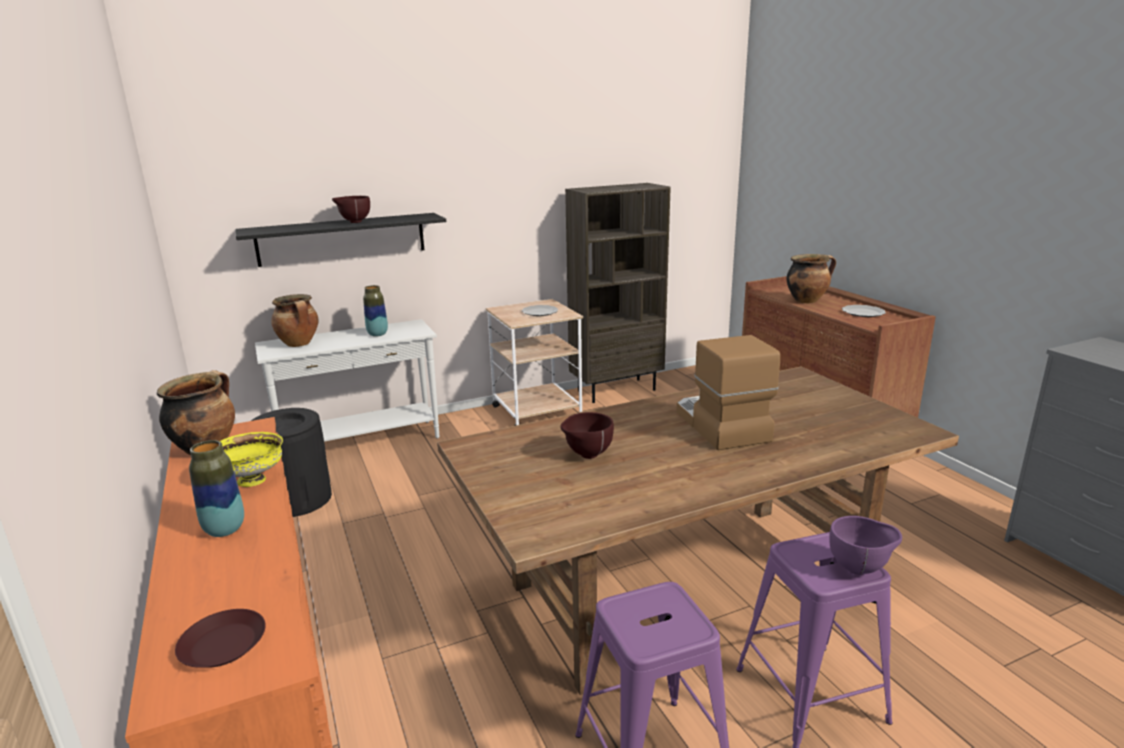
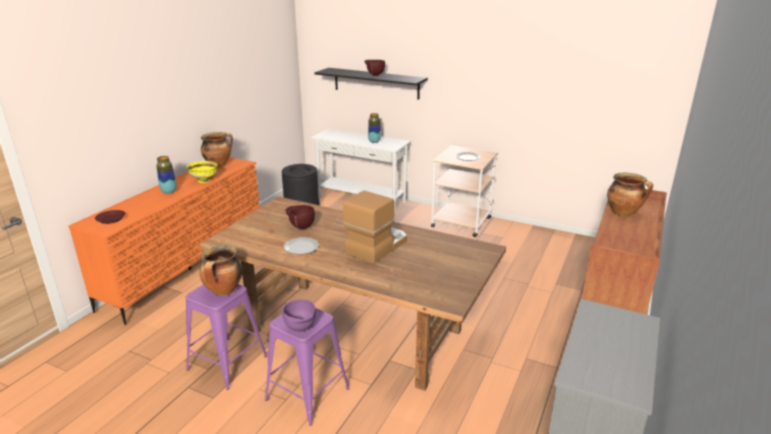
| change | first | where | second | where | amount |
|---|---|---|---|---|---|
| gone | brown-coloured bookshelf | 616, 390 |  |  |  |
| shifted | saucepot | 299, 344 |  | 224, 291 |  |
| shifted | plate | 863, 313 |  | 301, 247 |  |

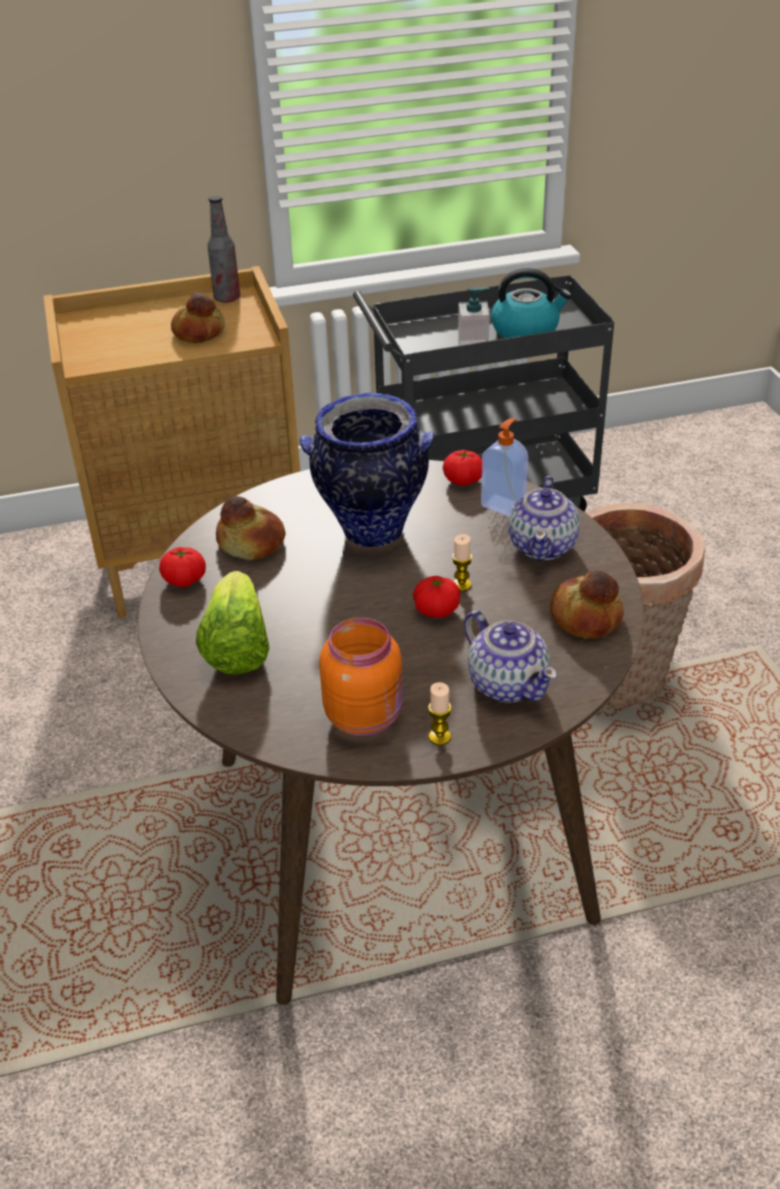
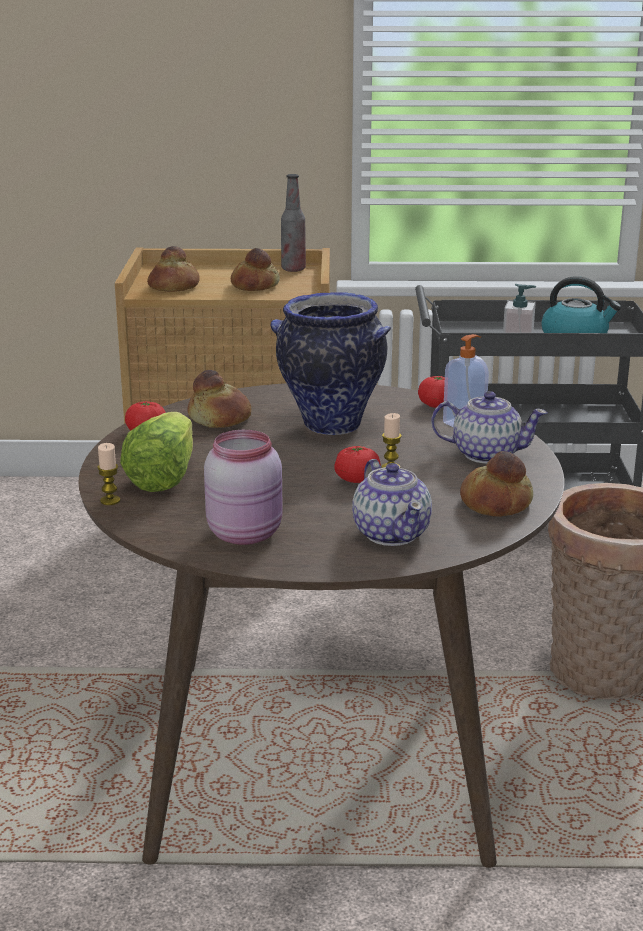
| change | first | where | second | where | amount |
|---|---|---|---|---|---|
| new |  |  | baked bread | 174, 287 |  |
| shifted | wax light | 439, 737 |  | 110, 501 |  |
| repainted | orange-coloured storage jar | 365, 715 | pinkish storage jar | 247, 533 |  |
| rotated | tea pot | 543, 546 |  | 485, 454 | 105 degrees counterclockwise |

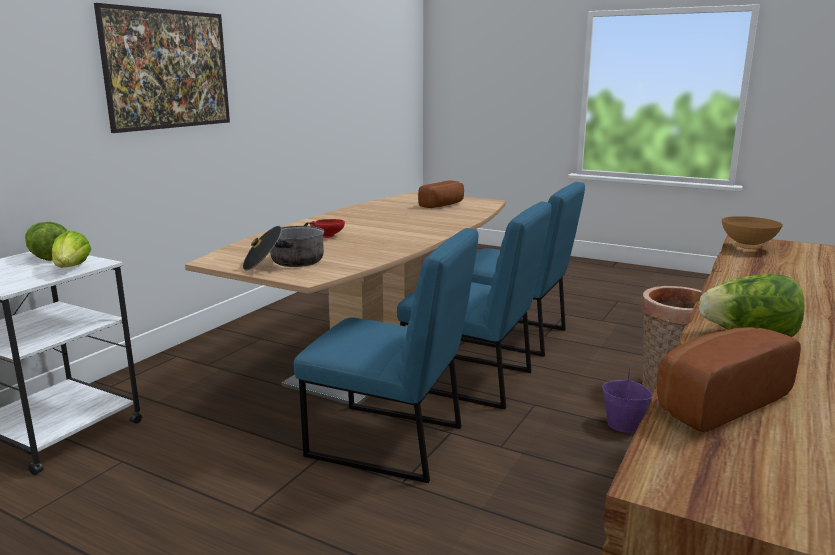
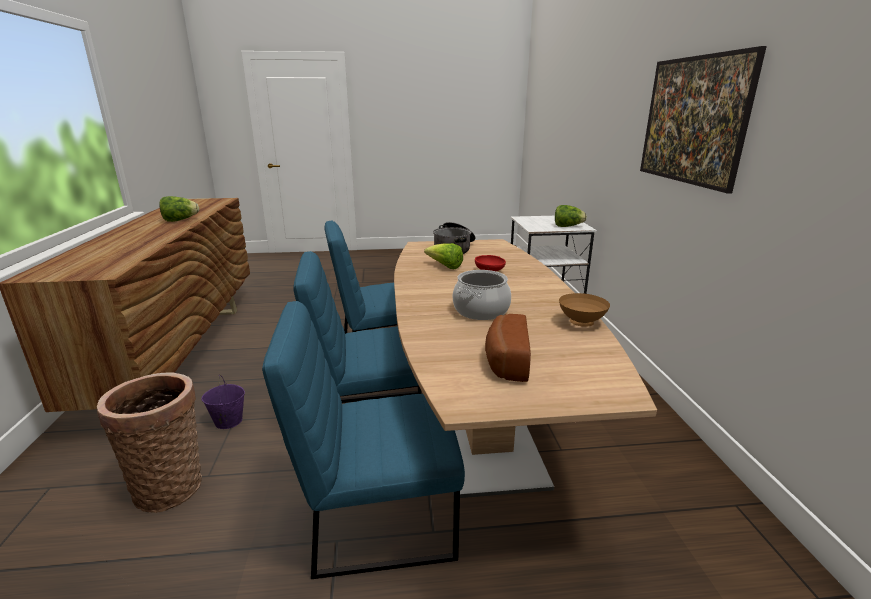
| change | first | where | second | where | amount |
|---|---|---|---|---|---|
| gone | baked bread | 714, 401 |  |  |  |
| new |  |  | saucepot | 481, 311 |  |
| shifted | lettuce | 72, 269 |  | 445, 267 |  |
| shifted | brown-coloured serving bowl | 747, 247 |  | 582, 324 |  |

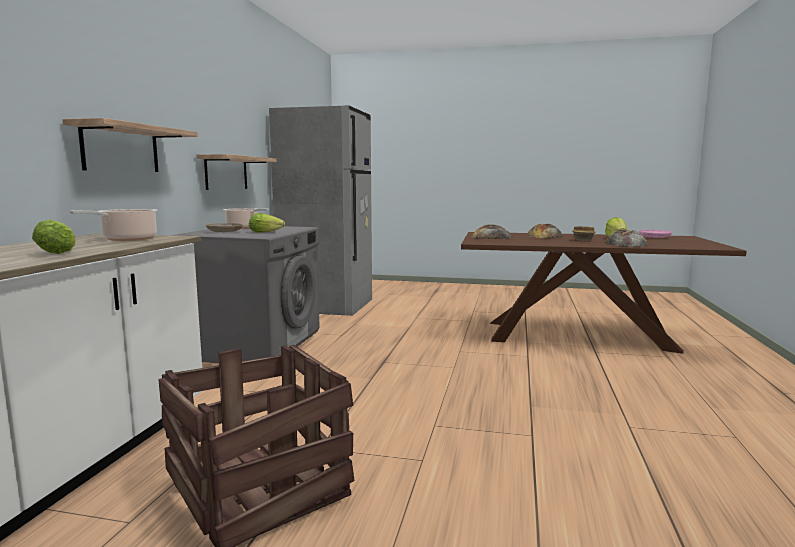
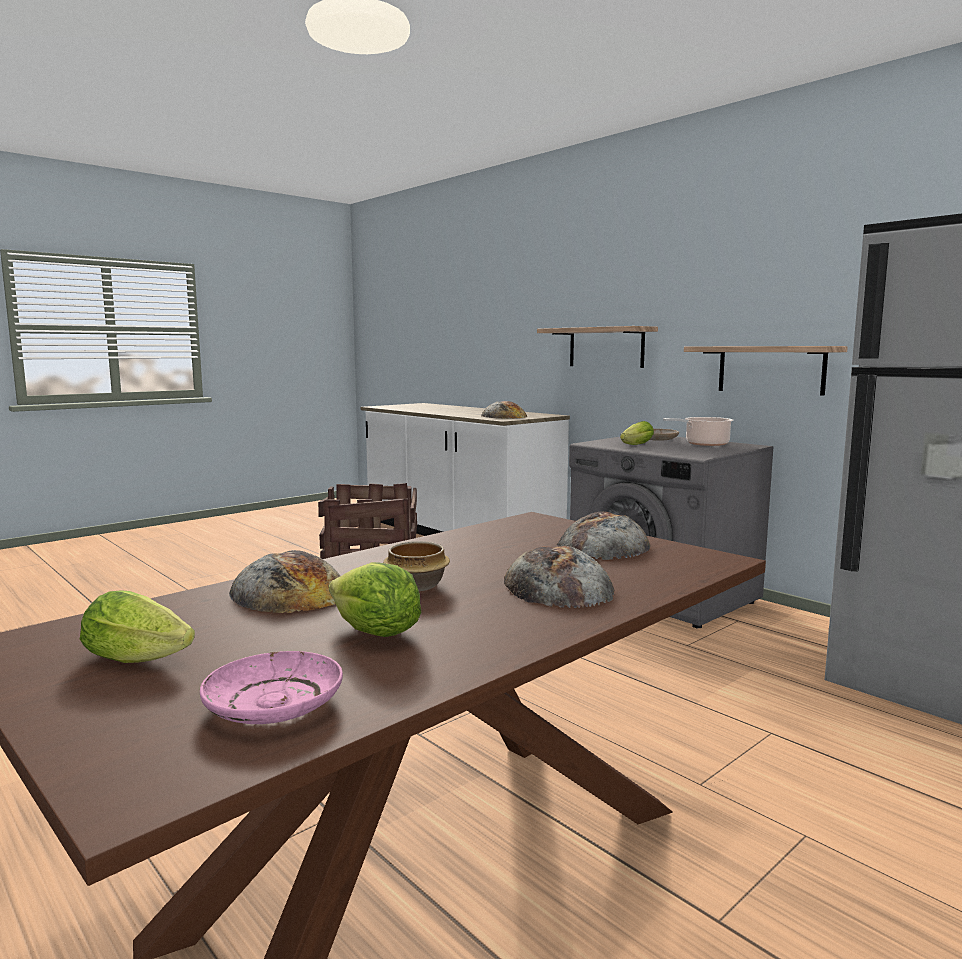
| change | first | where | second | where | amount |
|---|---|---|---|---|---|
| shifted | lettuce | 60, 252 |  | 142, 658 |  |
| swapped | saucepot | 127, 239 | baked bread | 503, 416 |  |

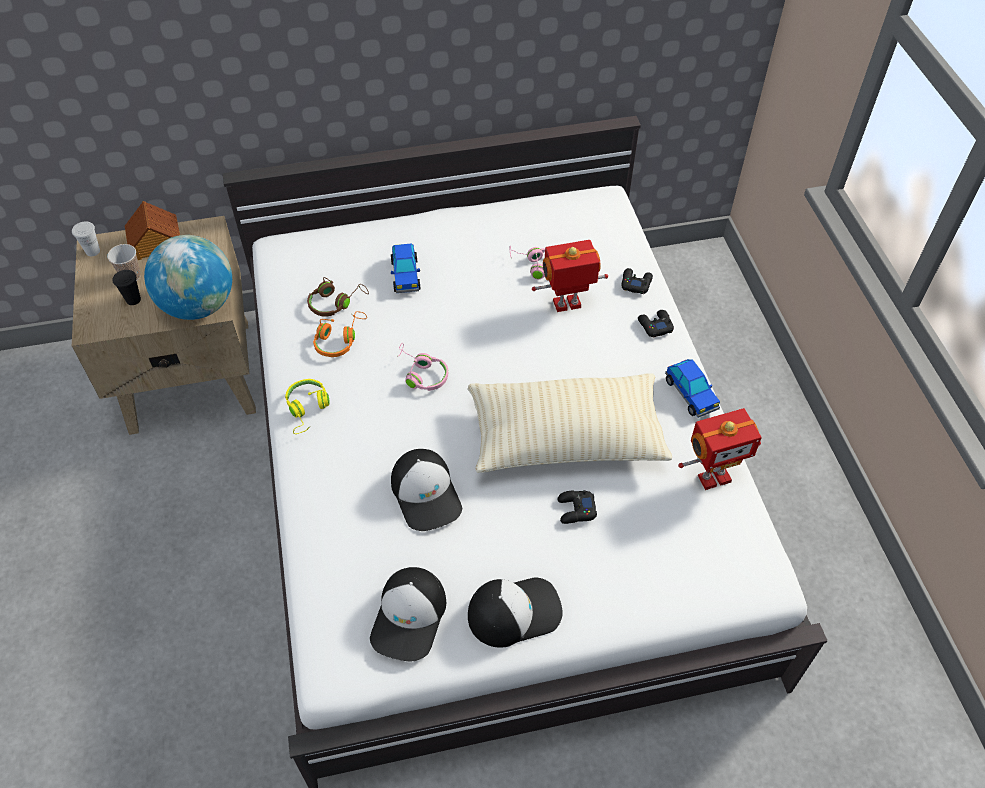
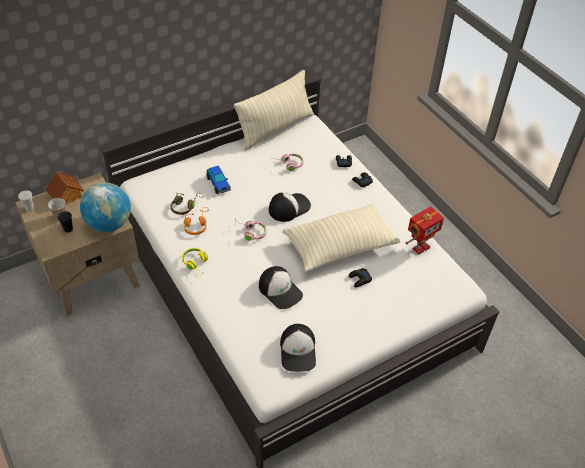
| change | first | where | second | where | amount |
|---|---|---|---|---|---|
| gone | robot figure | 567, 305 |  |  |  |
| gone | toy car | 690, 394 |  |  |  |
| new |  |  | beige cushion | 275, 128 |  |
| shifted | peaked cap | 514, 611 |  | 289, 207 |  |

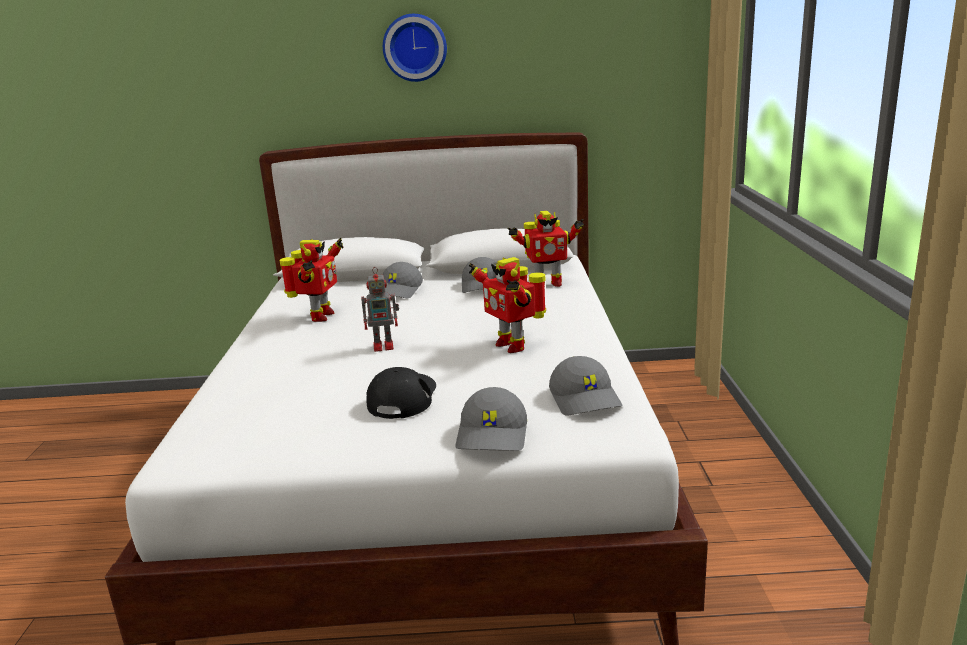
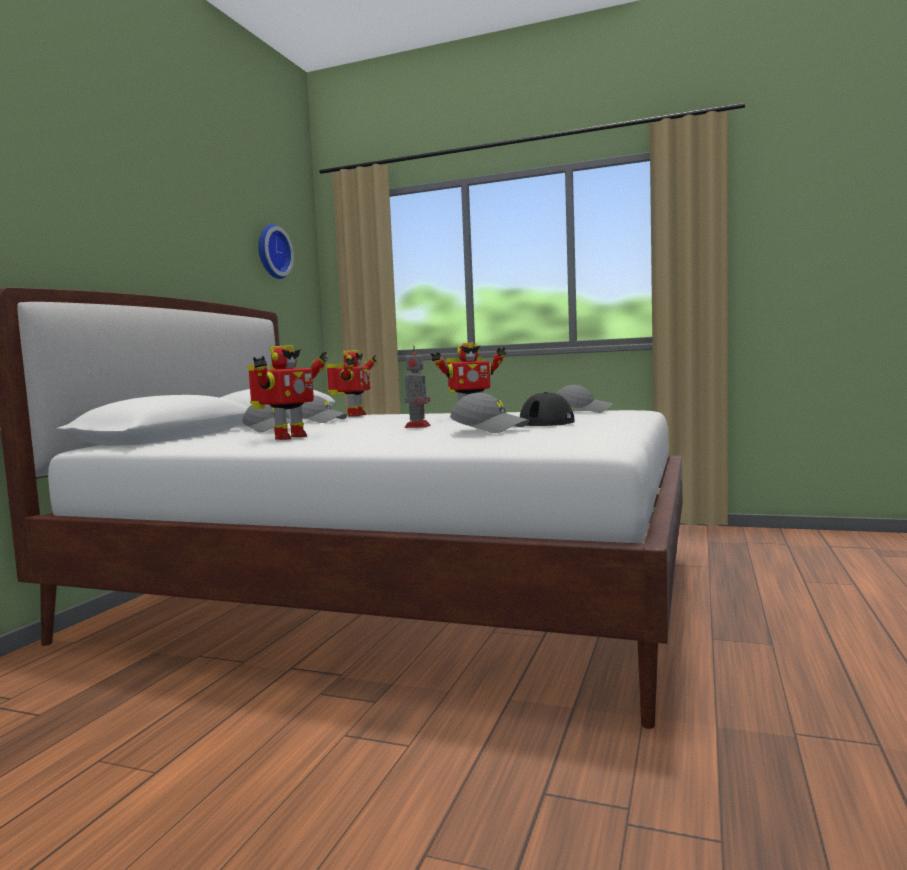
| change | first | where | second | where | amount |
|---|---|---|---|---|---|
| shifted | hanging clock | 415, 47 |  | 271, 252 |  |
| shifted | grey peaked cap | 493, 435 |  | 490, 429 |  |
| rotated | robot figure | 319, 317 |  | 287, 437 | 90 degrees clockwise |

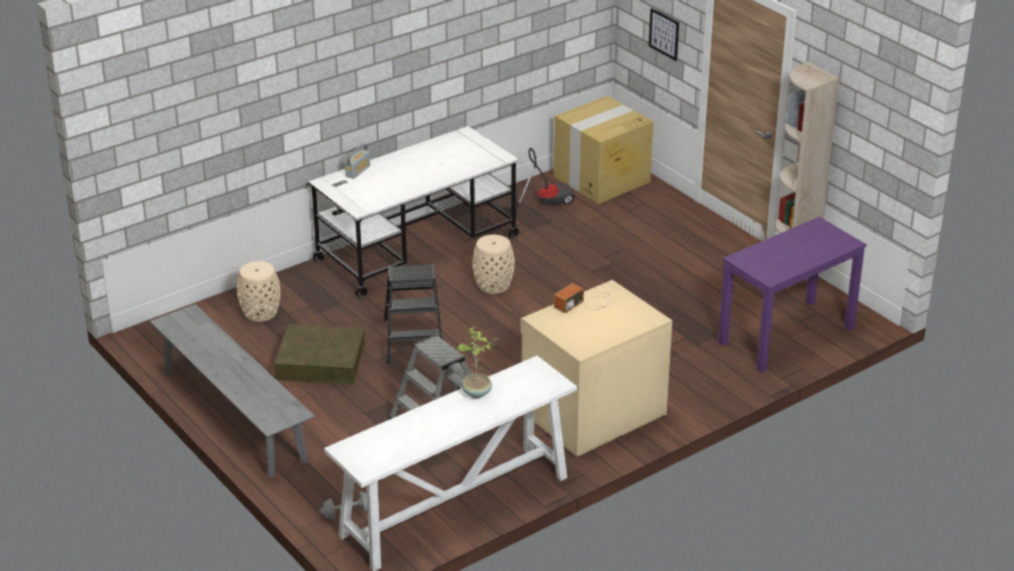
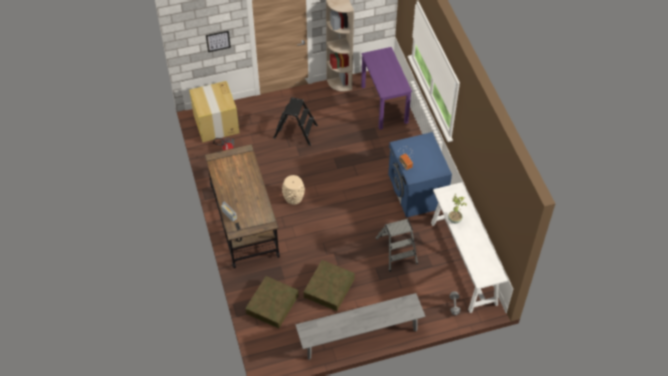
| change | first | where | second | where | amount |
|---|---|---|---|---|---|
| shifted | blackish stepladder | 414, 338 |  | 295, 131 |  |
| swapped | beige stool | 260, 313 | brown-coloured storage box | 272, 304 |  |
| repainted | white-coloured desk unit | 416, 249 | brown-coloured desk unit | 244, 220 |  |
| repainted | beige laundry machine | 591, 415 | bluish laundry machine | 416, 193 |  |

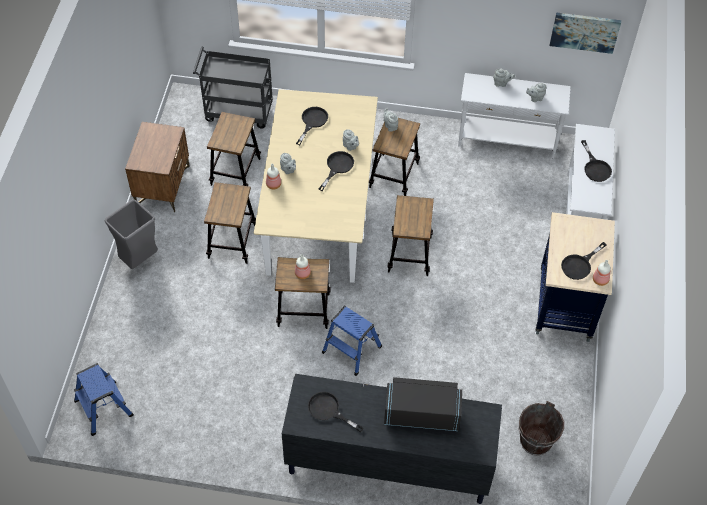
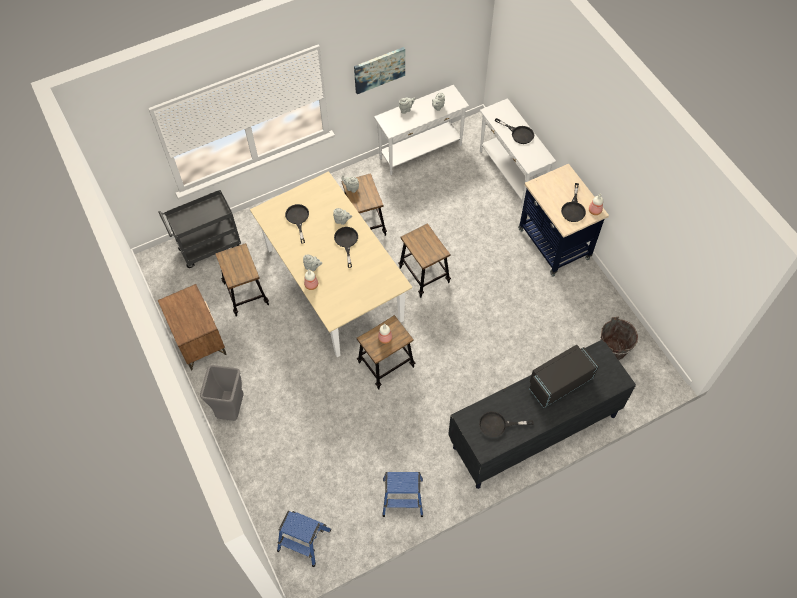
| change | first | where | second | where | amount |
|---|---|---|---|---|---|
| gone | stool | 232, 242 |  |  |  |
| shifted | bluish stepladder | 351, 349 |  | 402, 497 |  |
| shifted | wall picture | 584, 32 |  | 379, 69 |  |

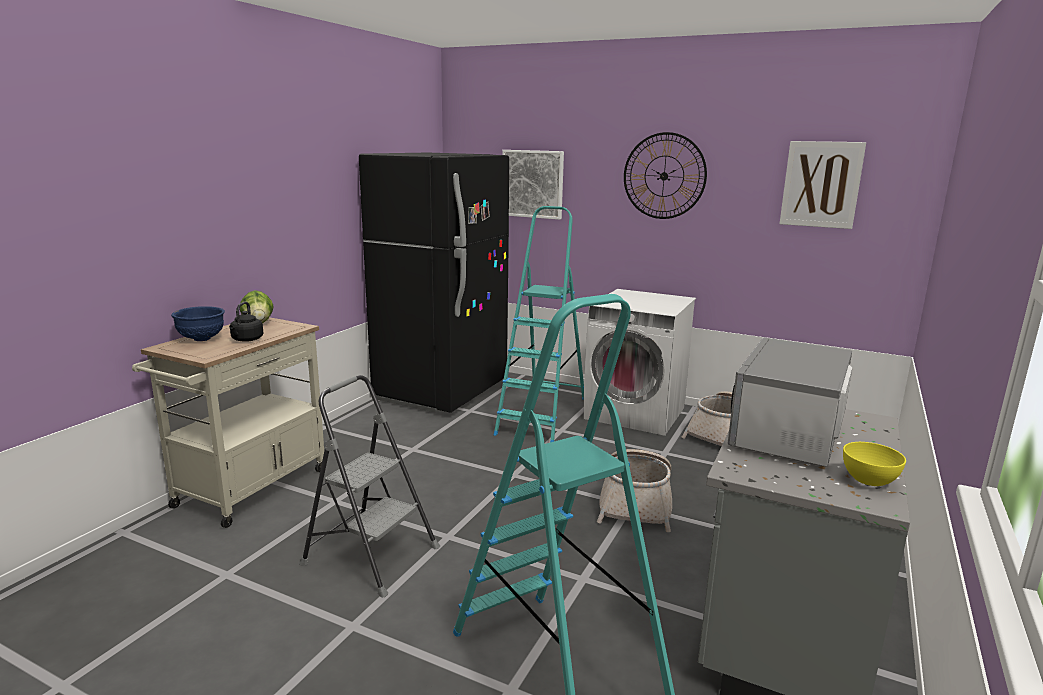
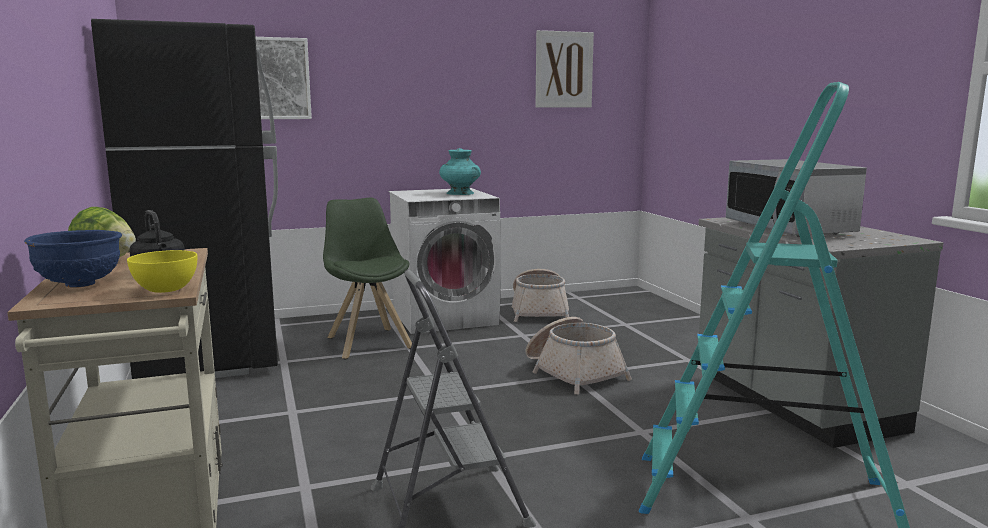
| change | first | where | second | where | amount |
|---|---|---|---|---|---|
| gone | hanging clock | 664, 176 |  |  |  |
| new |  |  | turquoise vase | 460, 193 |  |
| shifted | yellow serving bowl | 869, 480 |  | 166, 289 |  |
| swapped | turquoise stepladder | 542, 415 | green-coloured upright chair | 368, 343 |  |

